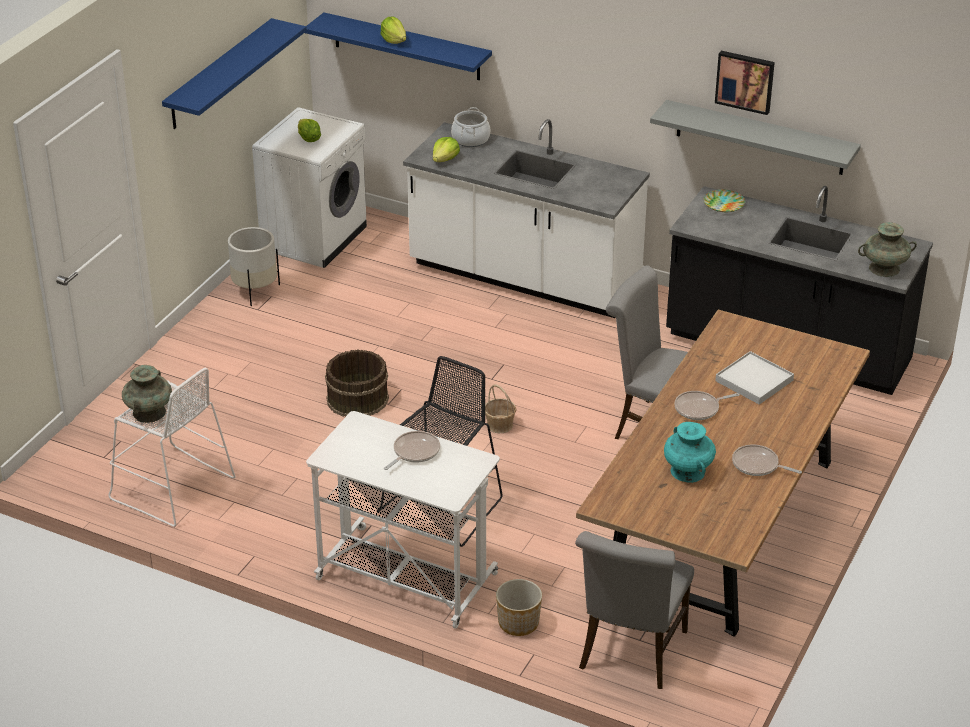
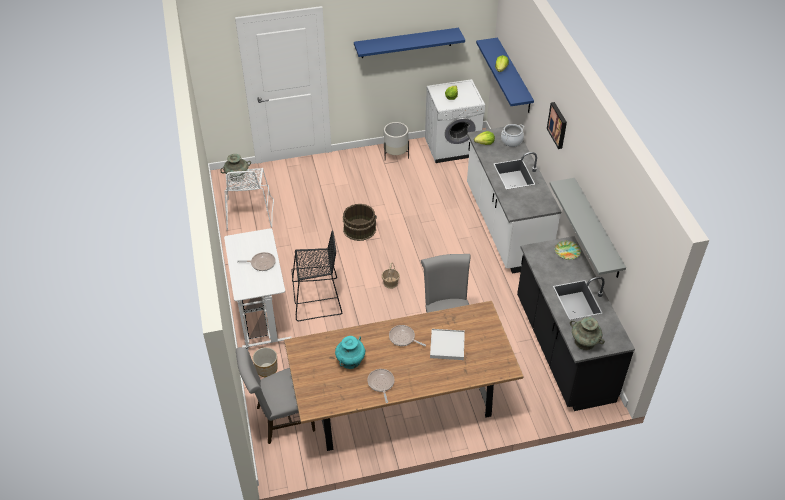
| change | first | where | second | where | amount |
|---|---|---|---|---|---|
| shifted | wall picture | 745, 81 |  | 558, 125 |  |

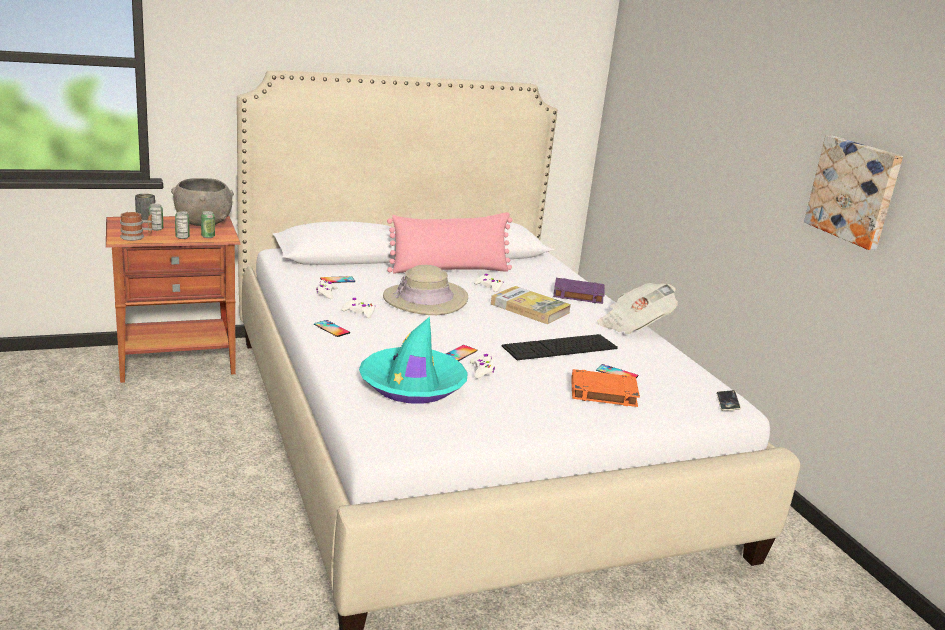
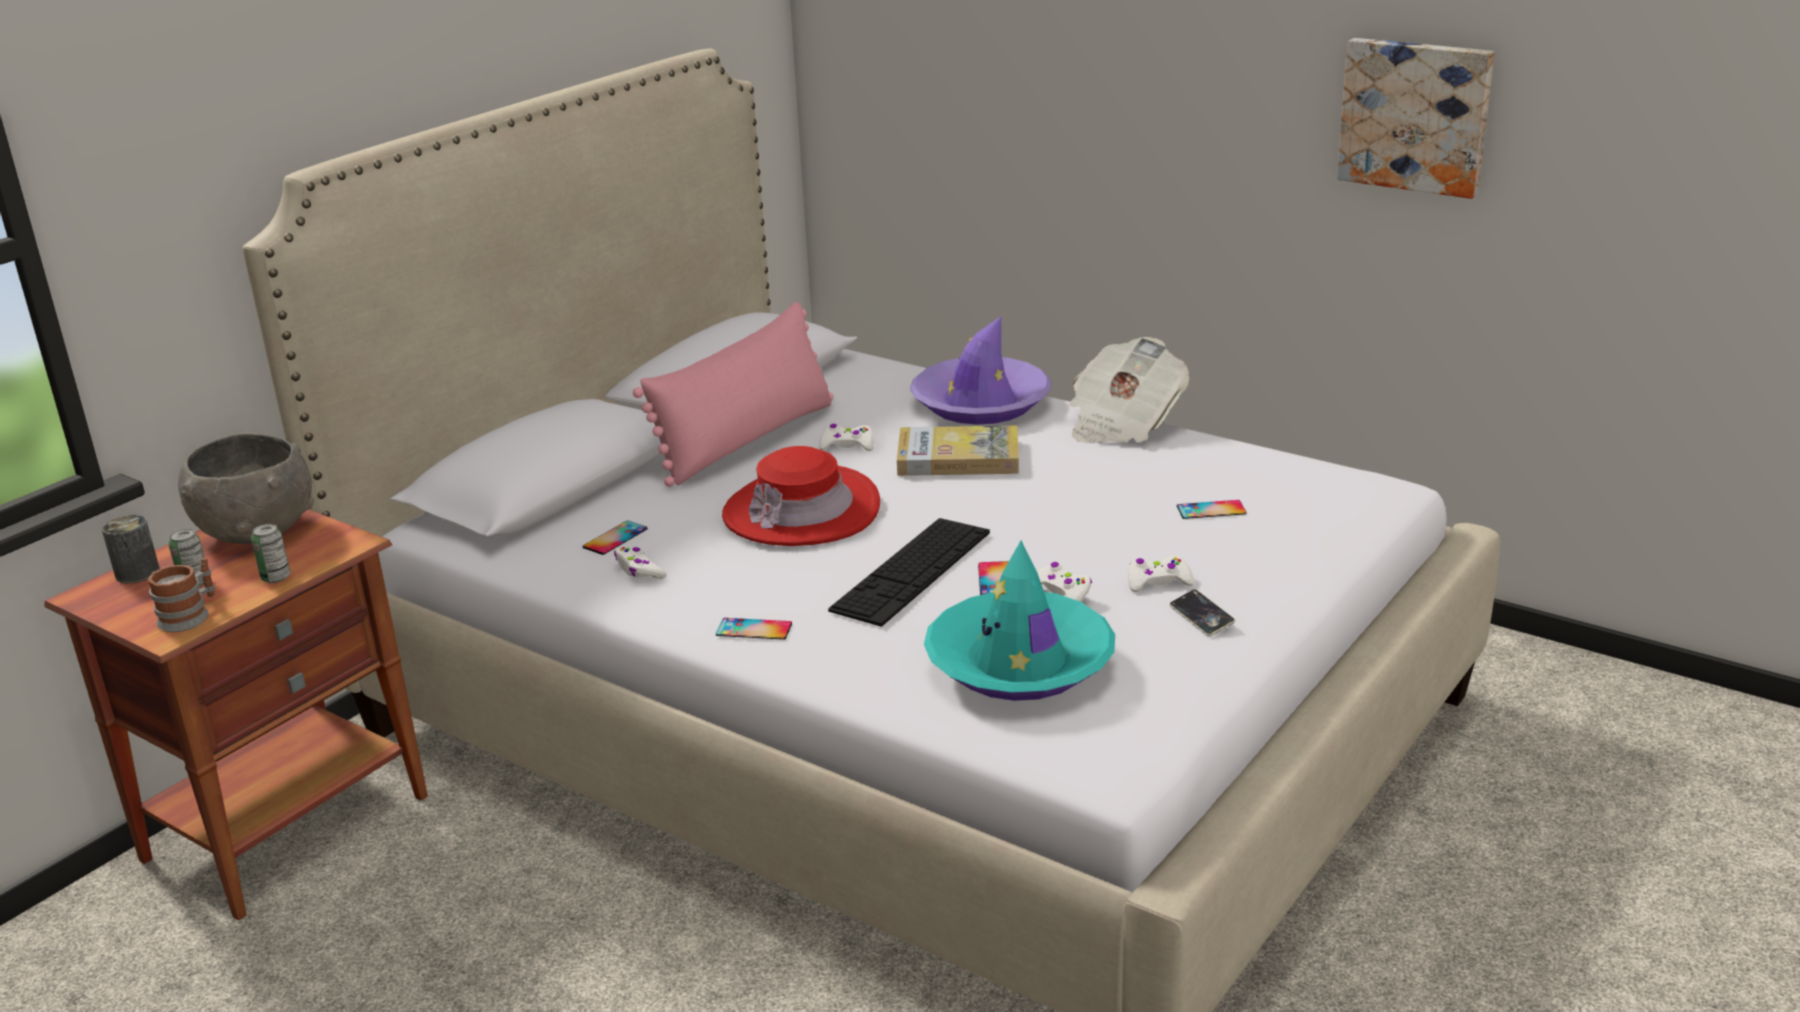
| change | first | where | second | where | amount |
|---|---|---|---|---|---|
| gone | can | 208, 236 |  |  |  |
| gone | orange-coloured book | 602, 393 |  |  |  |
| shifted | white-coloured gamepad | 359, 312 |  | 1158, 581 |  |
| shifted | PC keyboard | 560, 347 |  | 912, 570 |  |
| shifted | phone | 727, 403 |  | 1201, 617 |  |
| swapped | purple-coloured book | 577, 294 | purple-coloured wearable hat | 980, 403 |  |
| repainted | beige wearable hat | 425, 299 | red-coloured wearable hat | 801, 510 |  |

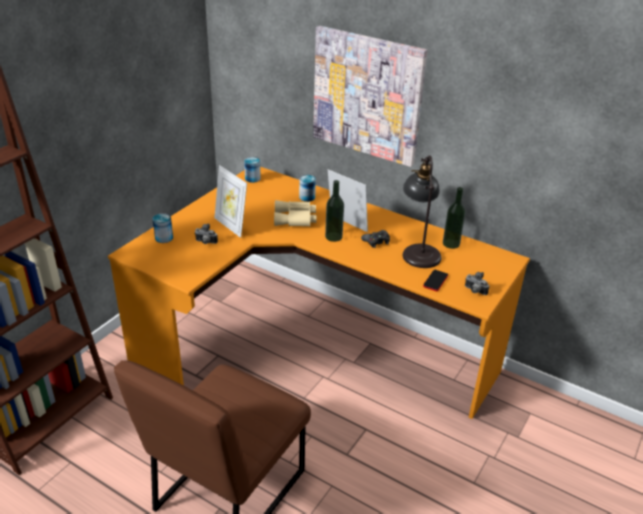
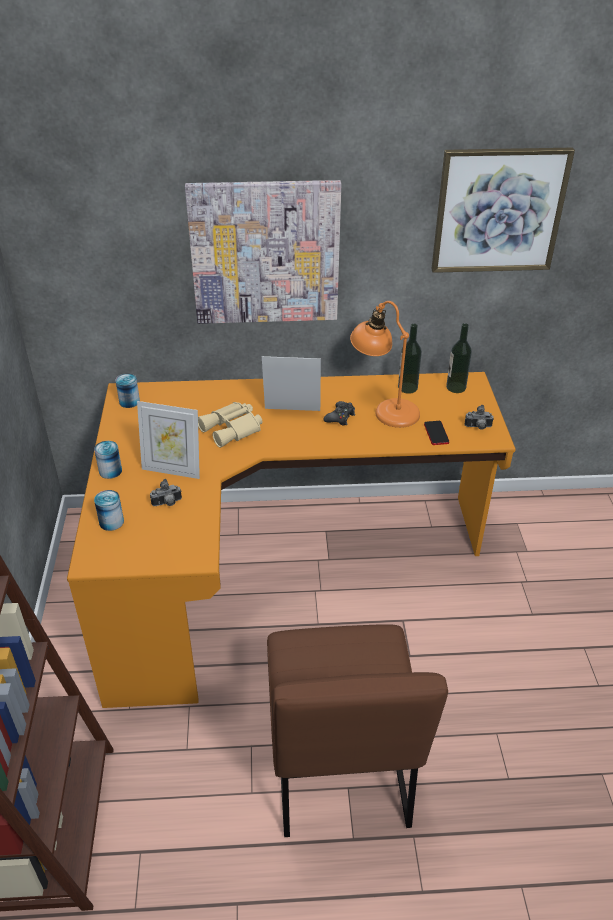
| change | first | where | second | where | amount |
|---|---|---|---|---|---|
| new |  |  | wall picture | 498, 211 |  |
| shifted | can | 307, 197 |  | 110, 471 |  |
| shifted | bottle | 333, 237 |  | 456, 387 |  |
| repainted | grey table lamp | 418, 247 | orange-coloured table lamp | 383, 405 |  |

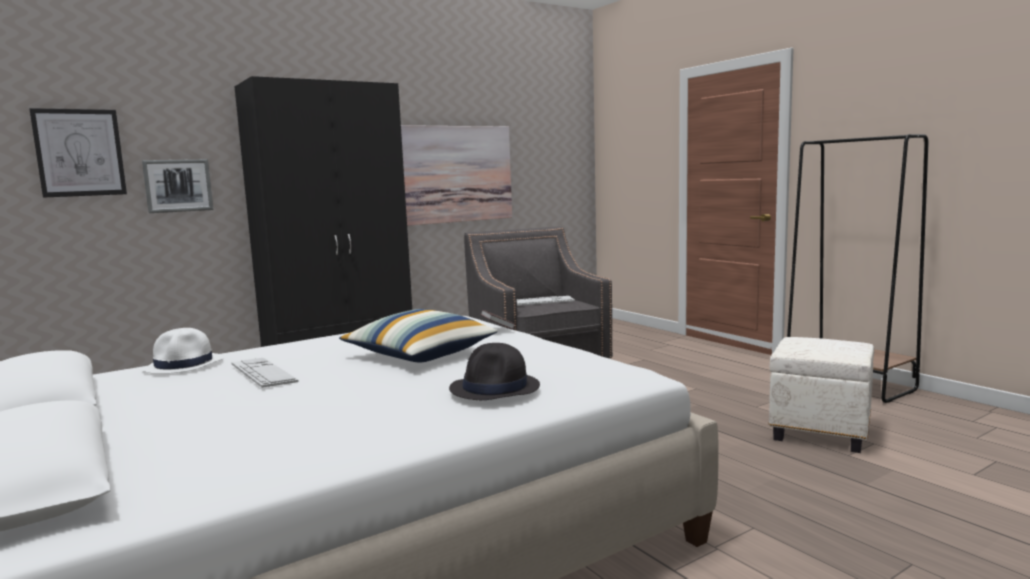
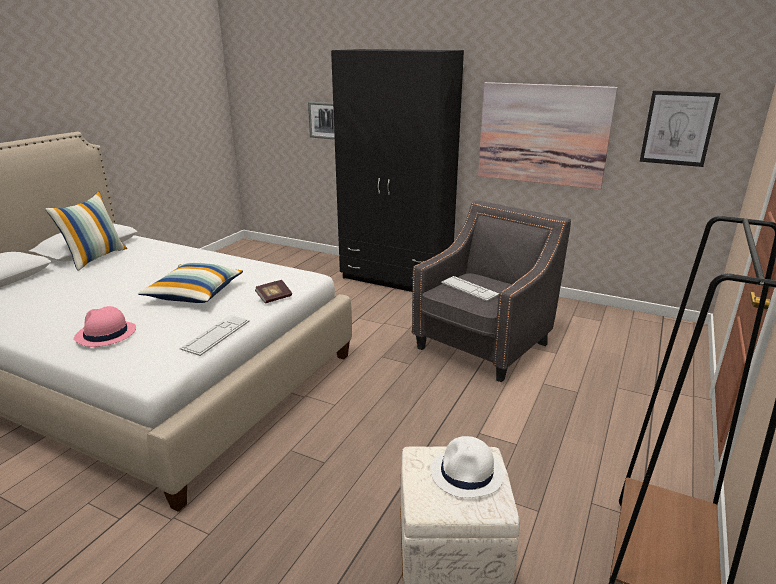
| change | first | where | second | where | amount |
|---|---|---|---|---|---|
| new |  |  | cushion | 95, 258 |  |
| shifted | wall picture | 79, 153 |  | 678, 128 |  |
| shifted | white-coloured wearable hat | 184, 365 |  | 467, 473 |  |
| shifted | PC keyboard | 263, 373 |  | 216, 335 |  |
| repainted | blackish wearable hat | 495, 388 | pinkish wearable hat | 105, 334 |  |

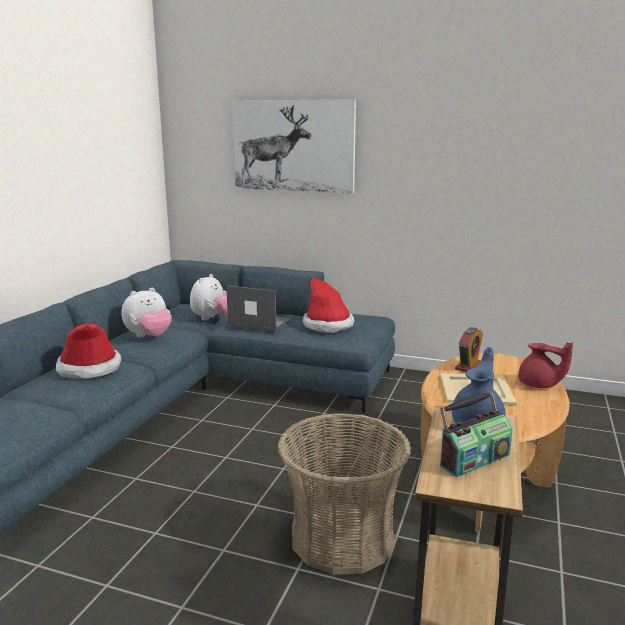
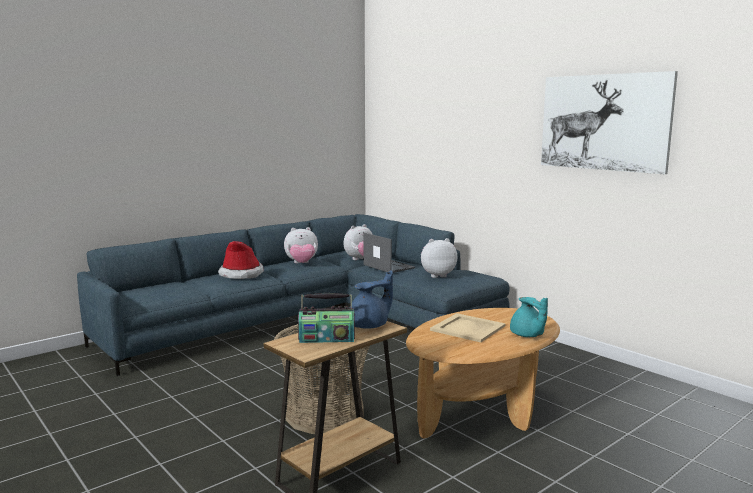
| change | first | where | second | where | amount |
|---|---|---|---|---|---|
| gone | bedside clock | 468, 366 |  |  |  |
| shifted | wall picture | 293, 146 |  | 604, 122 |  |
| swapped | wearable hat | 328, 325 | plush toy | 437, 275 |  |
| repainted | red-coloured tea pot | 539, 385 | turquoise tea pot | 527, 335 |  |

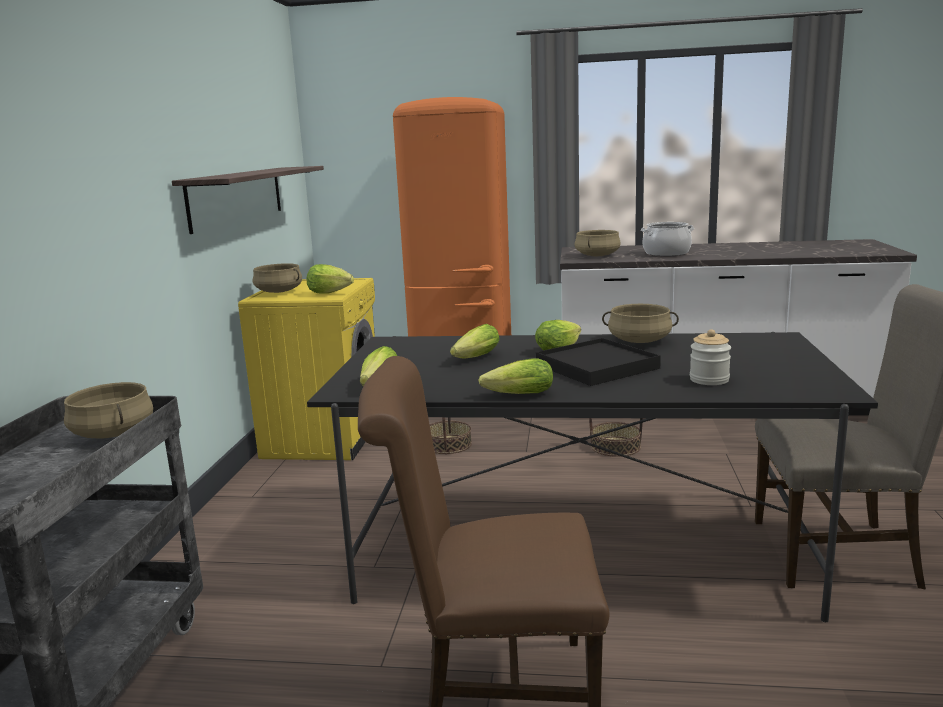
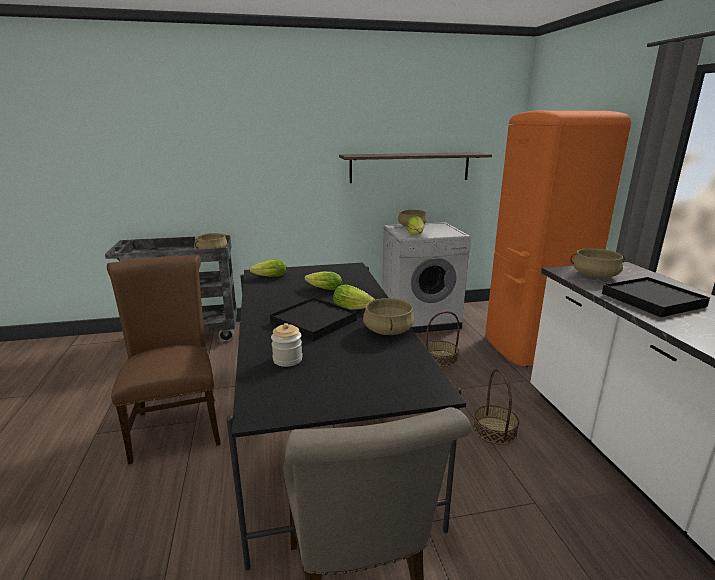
| change | first | where | second | where | amount |
|---|---|---|---|---|---|
| gone | lettuce | 515, 395 |  |  |  |
| swapped | saucepot | 666, 253 | blackish carrying tray | 652, 300 |  |
| repainted | yellow laundry machine | 326, 437 | white-coloured laundry machine | 421, 320 |  |

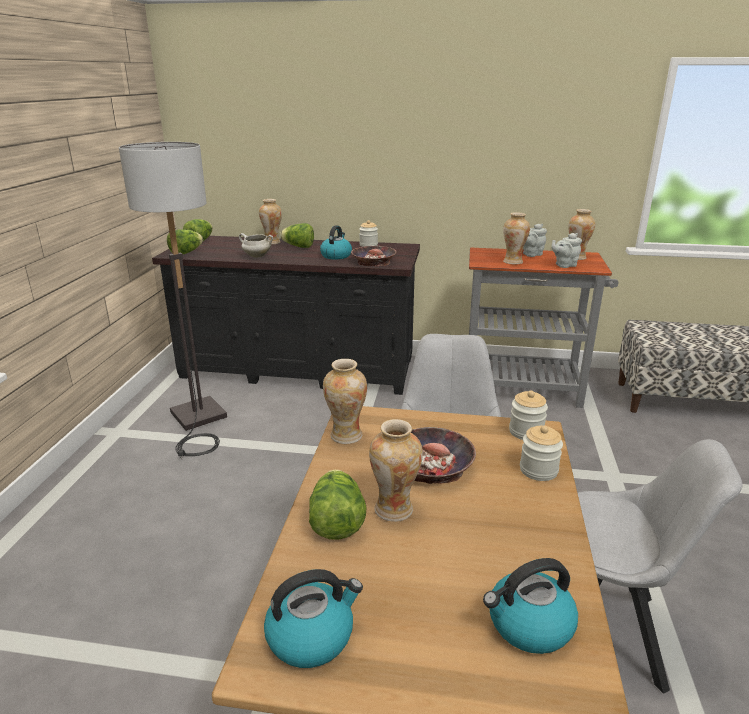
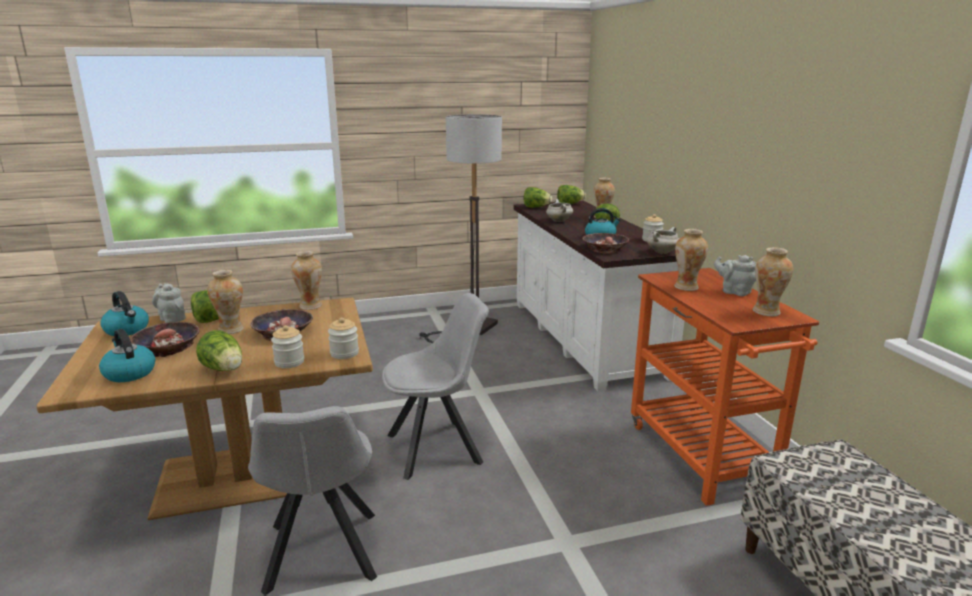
| change | first | where | second | where | amount |
|---|---|---|---|---|---|
| new |  |  | serving bowl | 167, 347 |  |
| new |  |  | lettuce | 224, 369 |  |
| new |  |  | white-coloured saucepot | 662, 252 |  |
| shifted | grey tea pot | 564, 265 |  | 171, 318 |  |
| repainted | blackish storage cabinet | 299, 368 | white-coloured storage cabinet | 585, 338 |  |
| repainted | grey wheeled cart | 524, 388 | orange-coloured wheeled cart | 700, 456 |  |

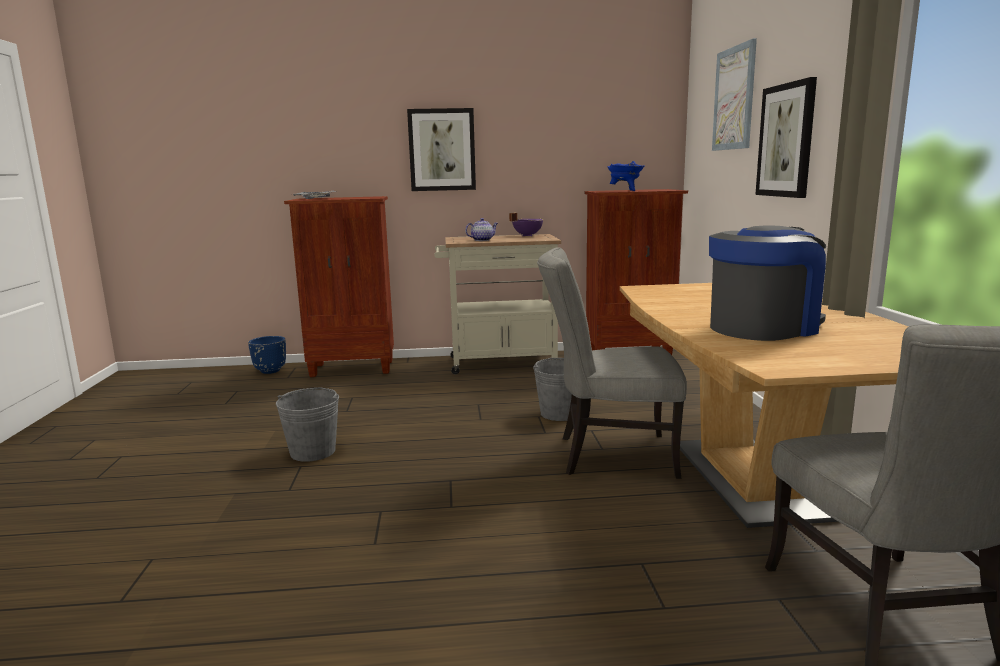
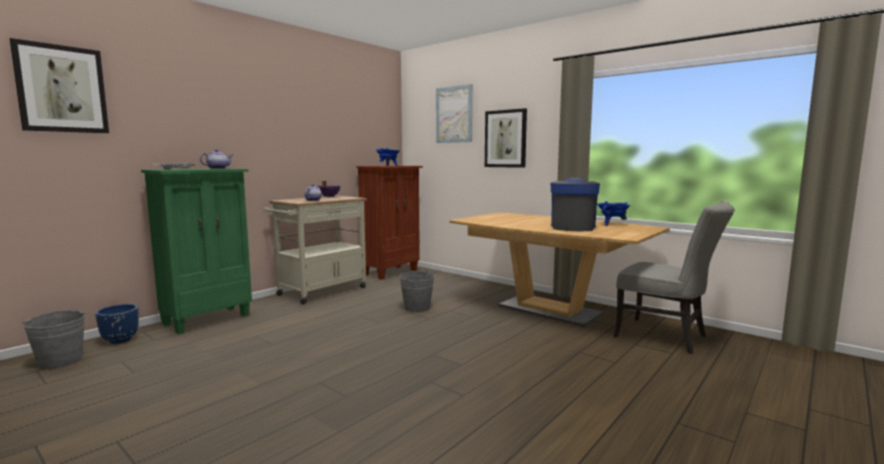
| change | first | where | second | where | amount |
|---|---|---|---|---|---|
| gone | grey upright chair | 608, 455 |  |  |  |
| new |  |  | tea pot | 218, 168 |  |
| new |  |  | bluish saucepot | 612, 224 |  |
| shifted | grey pail | 313, 452 |  | 60, 361 |  |
| shifted | wall picture | 442, 150 |  | 62, 89 |  |
| repainted | brown-coloured storage cabinet | 352, 369 | green-coloured storage cabinet | 208, 320 |  |

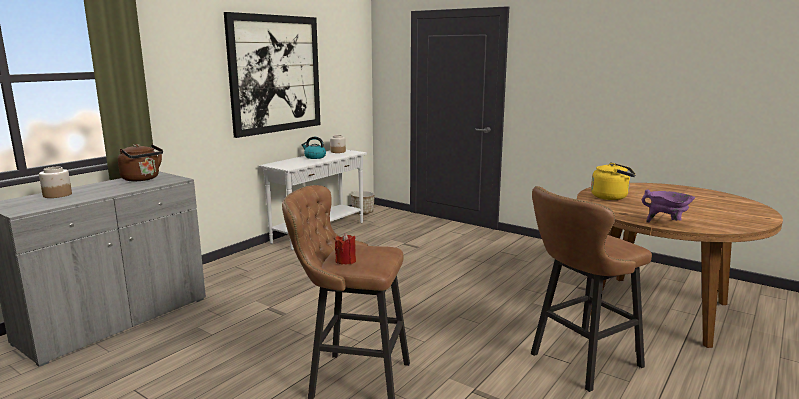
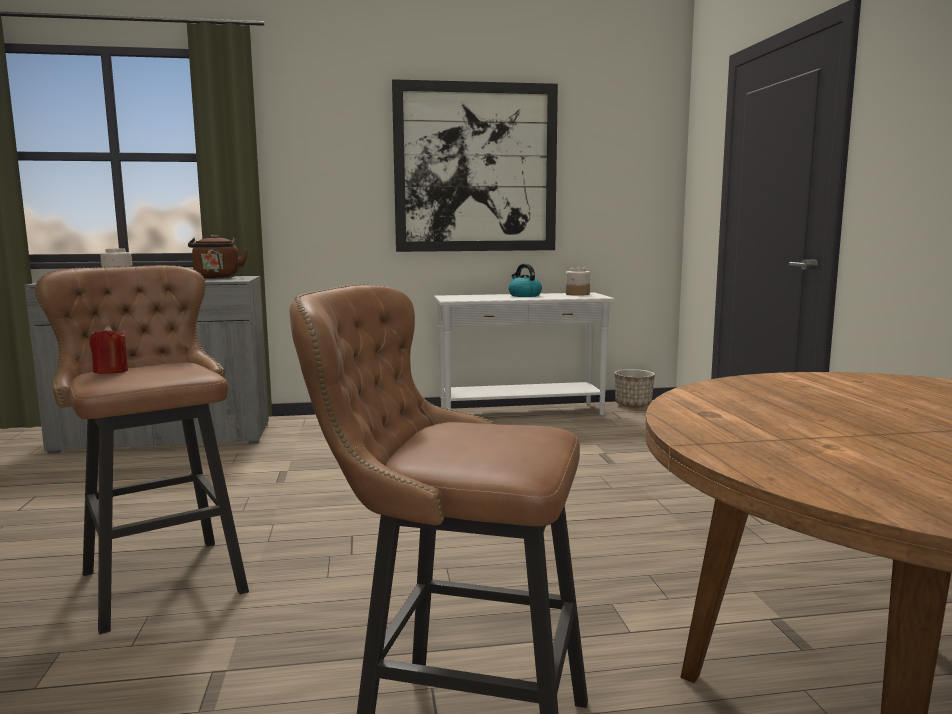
| change | first | where | second | where | amount |
|---|---|---|---|---|---|
| gone | yellow water kettle | 611, 197 |  |  |  |
| gone | purple-coloured saucepot | 666, 223 |  |  |  |

